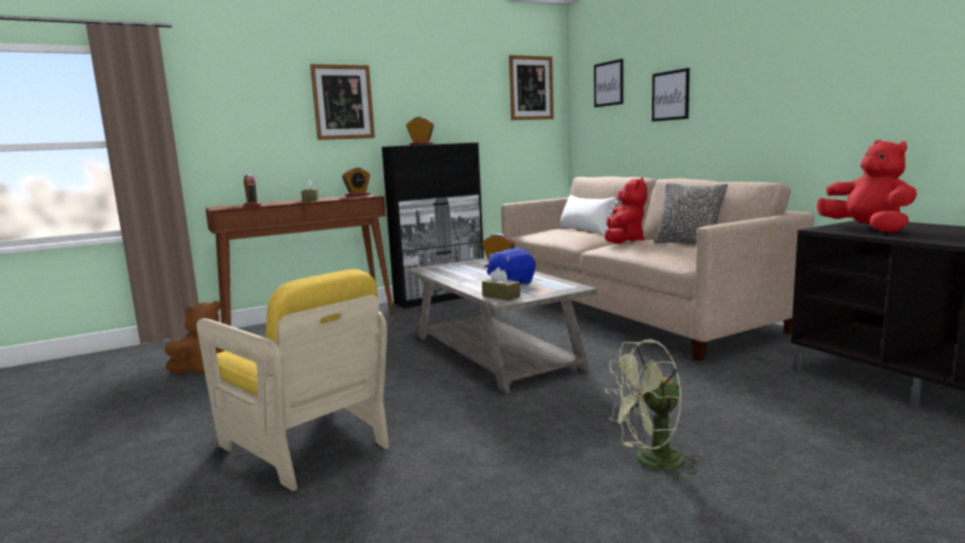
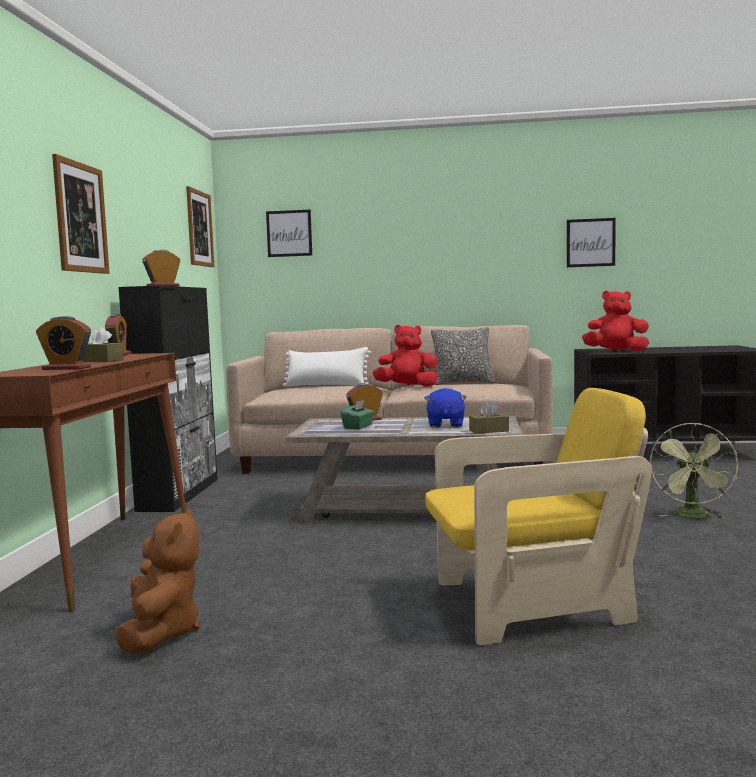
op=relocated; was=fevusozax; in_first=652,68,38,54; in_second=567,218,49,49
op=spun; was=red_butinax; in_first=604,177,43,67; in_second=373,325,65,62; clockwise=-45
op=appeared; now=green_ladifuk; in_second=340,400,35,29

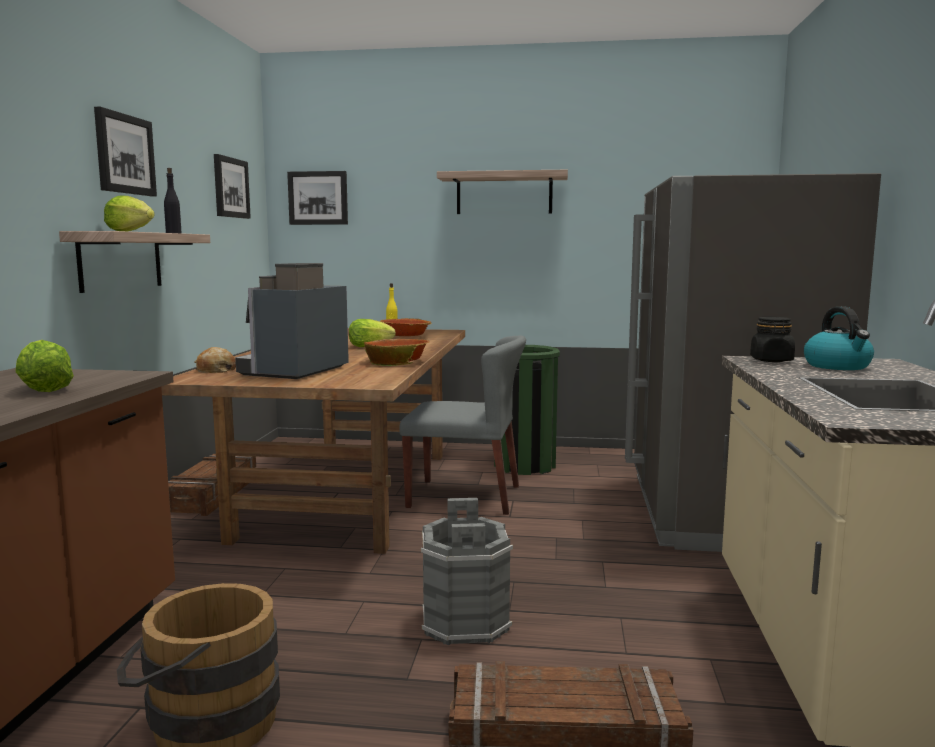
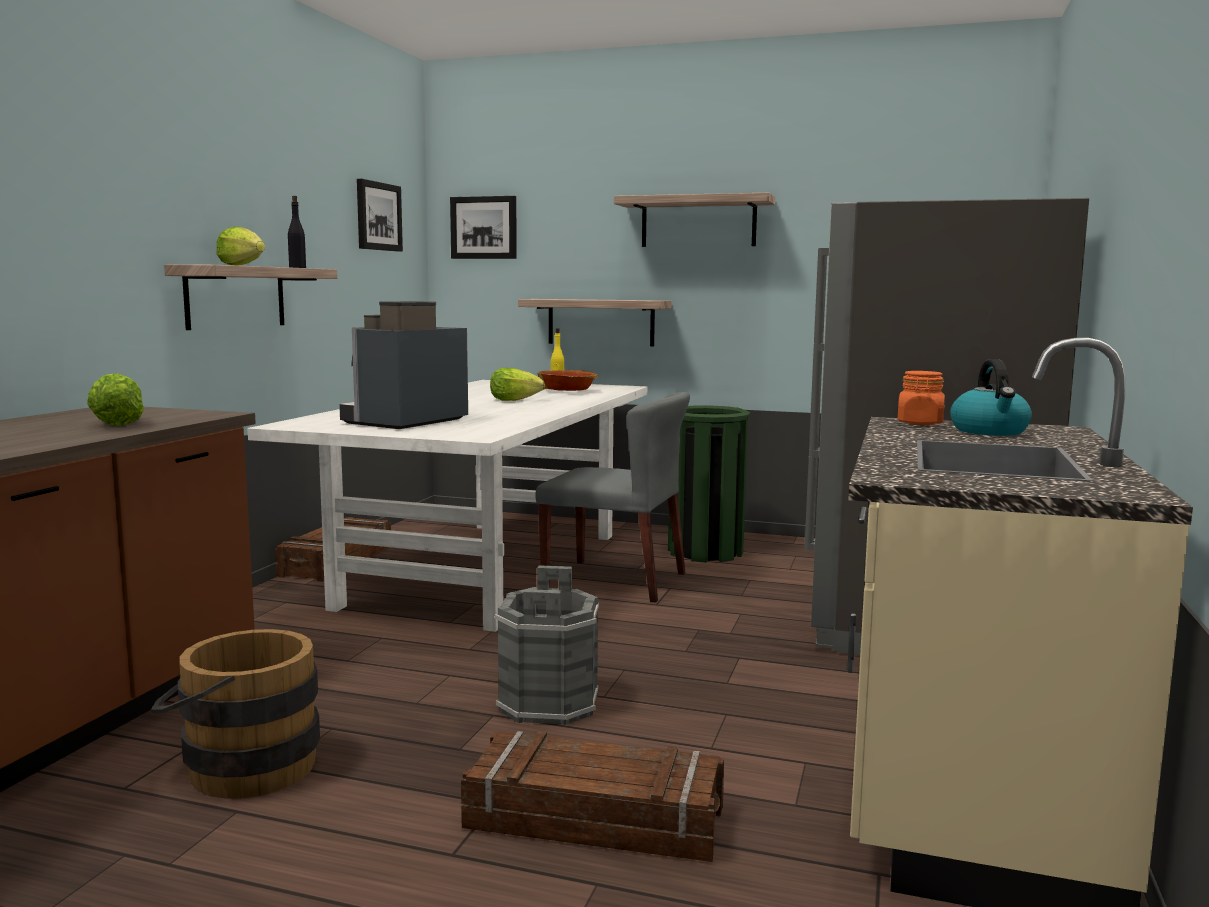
op=missing; was=fevusozax; in_first=94,107,63,89
op=colour; was=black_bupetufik; now=orange_bupetufik; in_first=750,317,45,45; in_second=898,371,47,54
op=colour; was=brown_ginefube; now=white_ginefube; in_first=161,328,304,226; in_second=247,380,401,252
op=missing; was=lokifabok; in_first=364,339,66,27
op=missing; was=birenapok; in_first=194,347,42,26
op=appeared; now=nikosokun; in_second=518,299,154,47

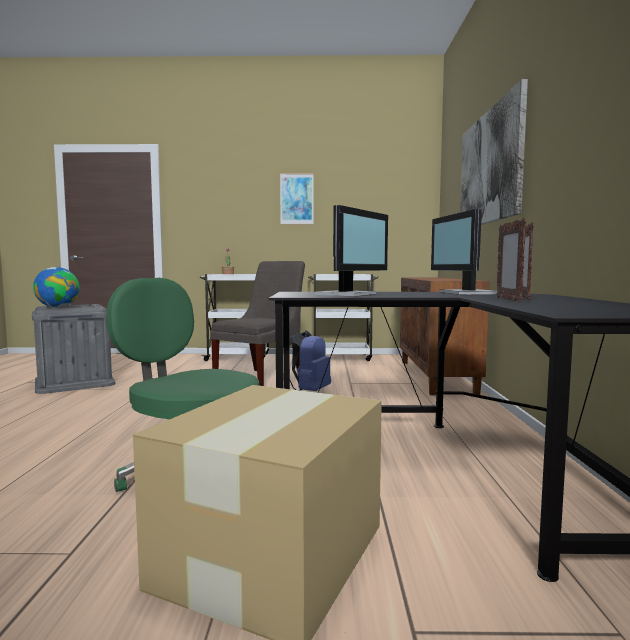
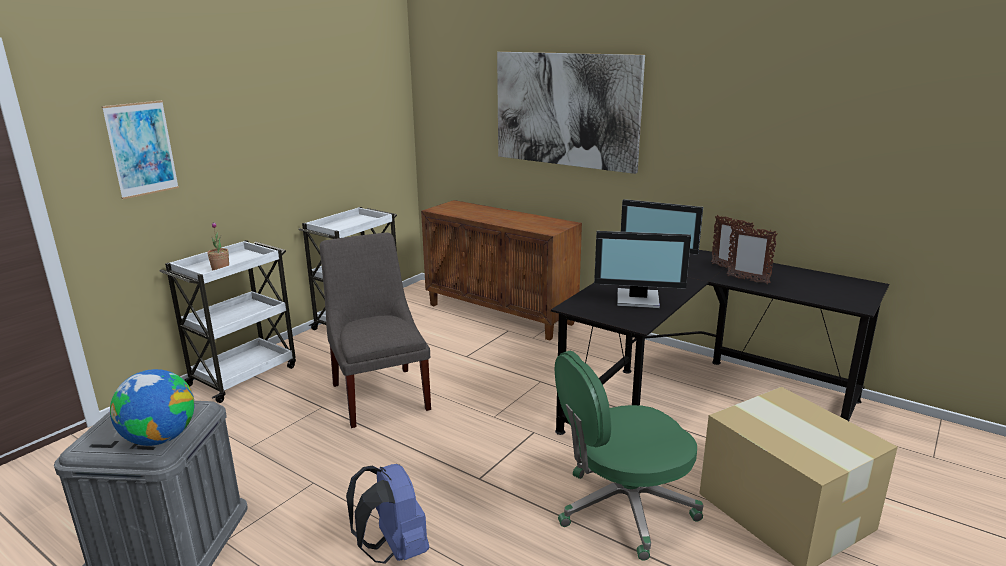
op=relocated; was=fevusozax; in_first=280,173,34,52; in_second=102,100,77,99
op=spun; was=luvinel; in_first=315,205,73,91; in_second=594,231,97,77; clockwise=120
op=relocated; was=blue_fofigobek; in_first=289,330,42,61; in_second=346,464,83,100

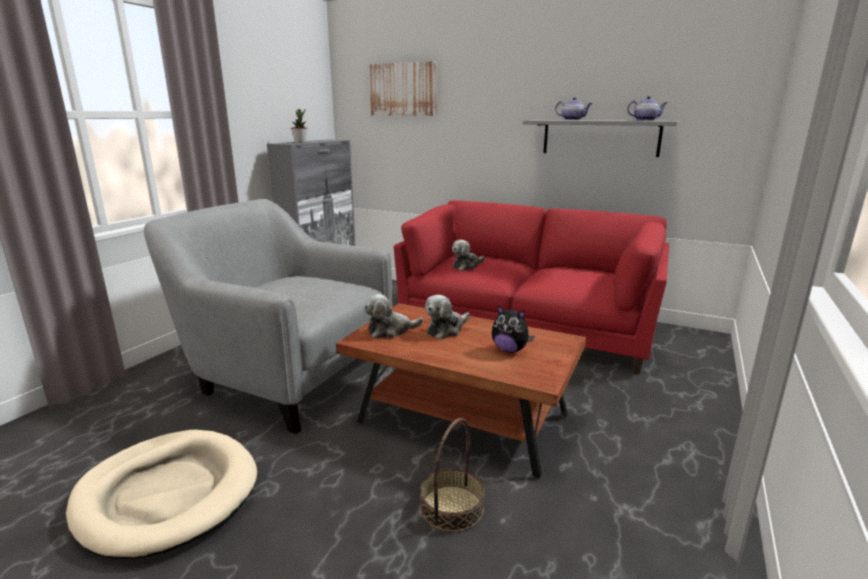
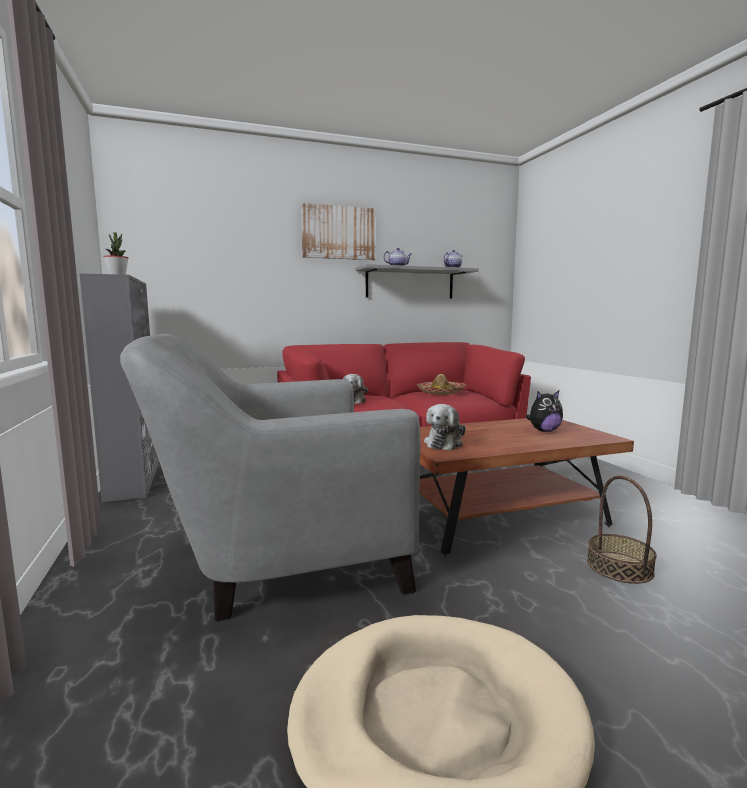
op=relocated; was=fevusozax; in_first=369,61,67,55; in_second=301,203,75,57
op=missing; was=butinax; in_first=425,295,45,44
op=appeared; now=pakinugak; in_second=416,374,50,21

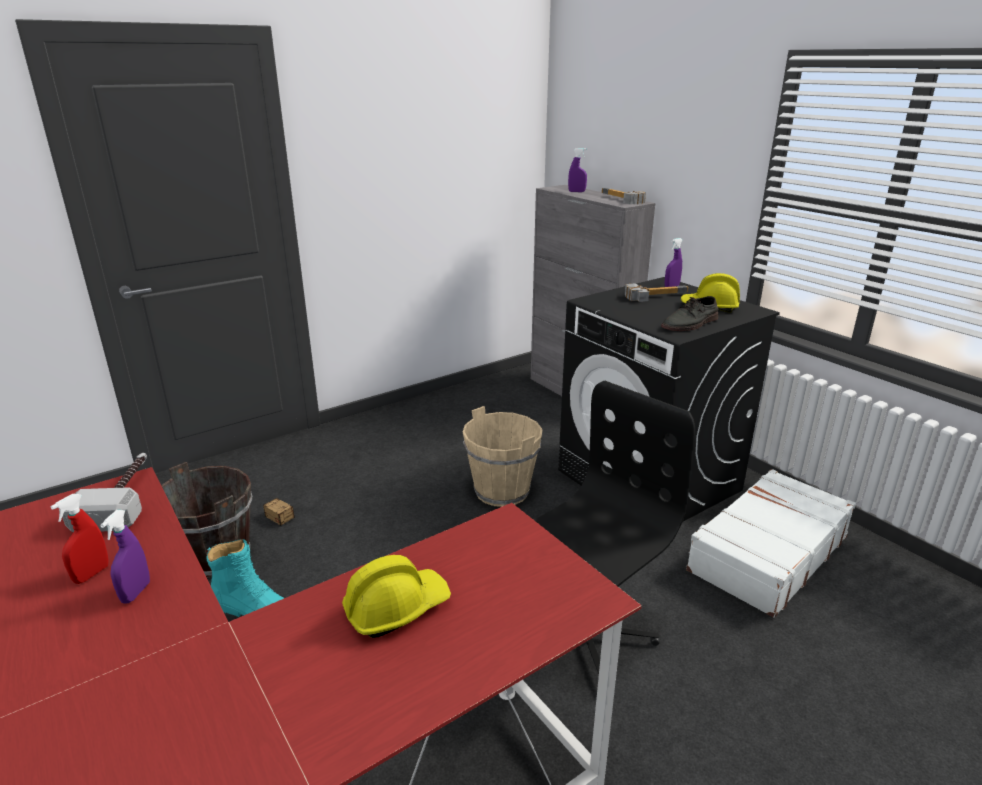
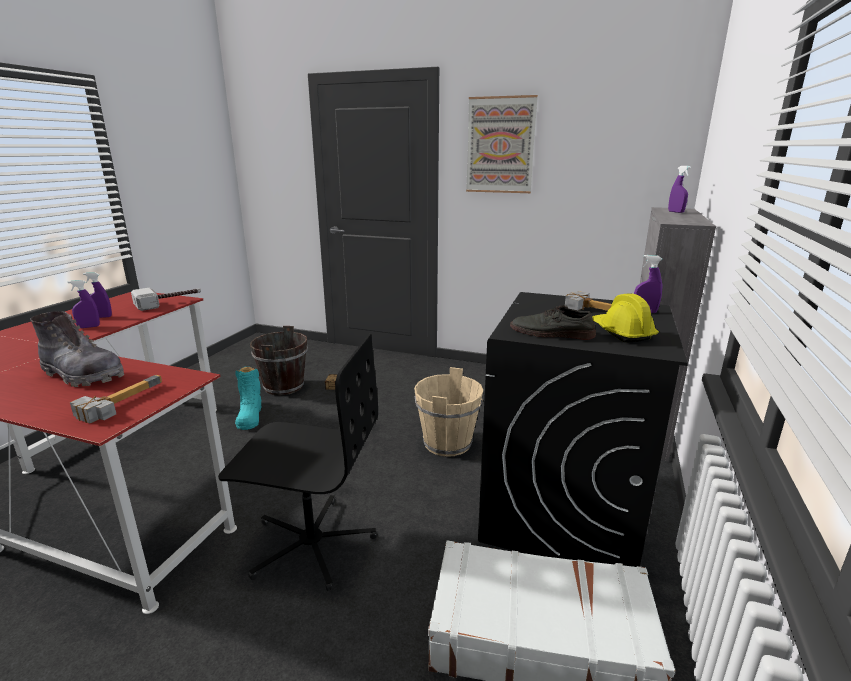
op=relocated; was=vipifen; in_first=602,188,44,16; in_second=70,375,92,49
op=colour; was=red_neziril; now=purple_neziril; in_first=51,494,58,90; in_second=83,272,29,46
op=exchanged; was=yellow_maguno; now=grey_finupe; in_first=342,555,109,83; in_second=30,311,94,76
op=appeared; now=fevusozax; in_second=466,95,72,98

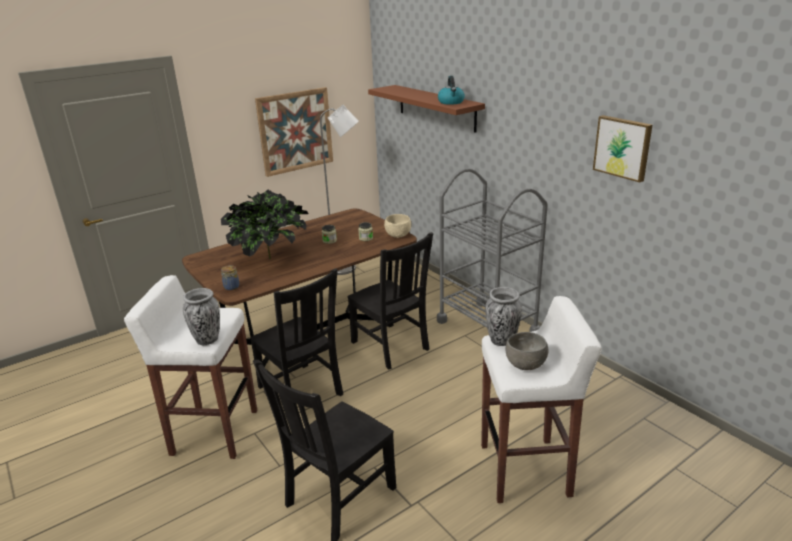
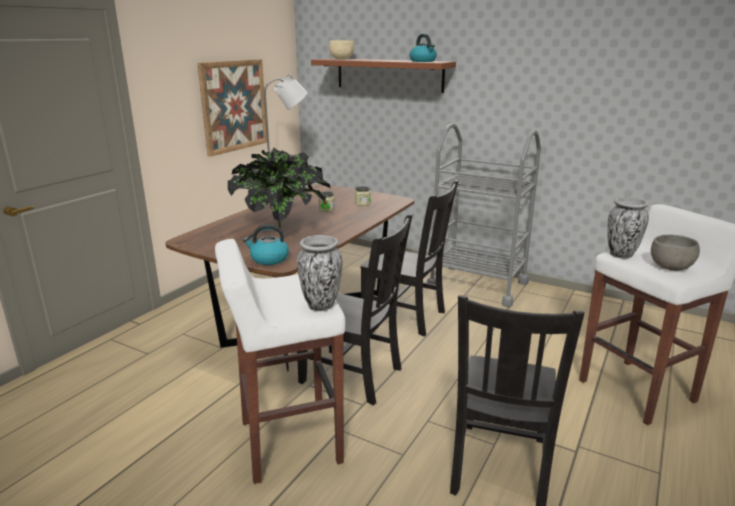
op=missing; was=fevusozax; in_first=593,115,59,67
op=relocated; was=beige_lokifabok; in_first=384,214,27,24; in_second=329,40,25,20
op=exchanged; was=bupetufik; now=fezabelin; in_first=221,265,18,25; in_second=243,224,46,41

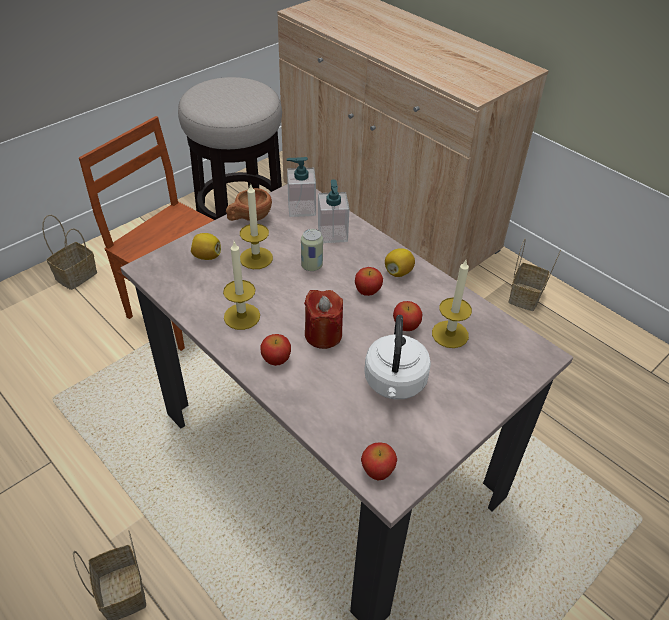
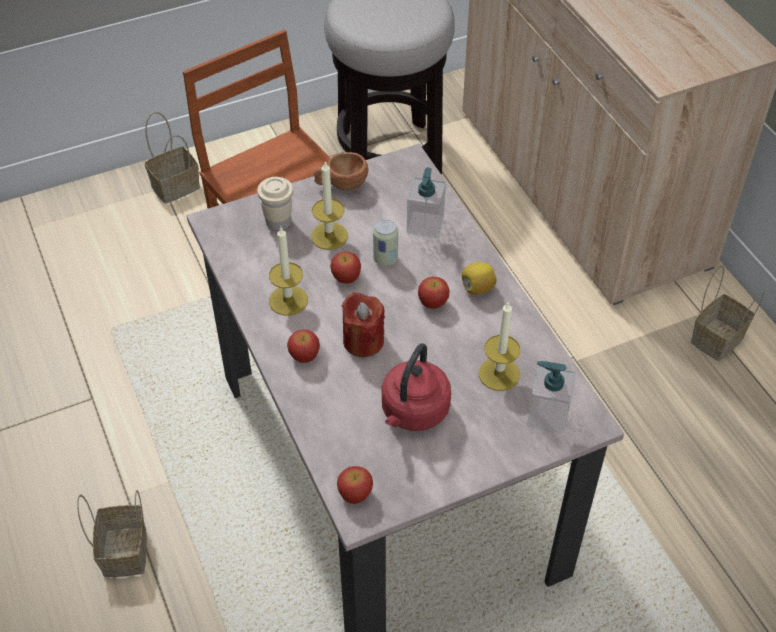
op=relocated; was=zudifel; in_first=287,157,29,60; in_second=527,361,48,72
op=exchanged; was=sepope; now=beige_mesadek; in_first=191,233,30,27; in_second=257,177,36,54
op=relocated; was=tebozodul; in_first=393,301,29,30; in_second=330,251,31,33
op=colour; was=white_fezabelin; now=red_fezabelin; in_first=364,315,67,84; in_second=382,343,69,88

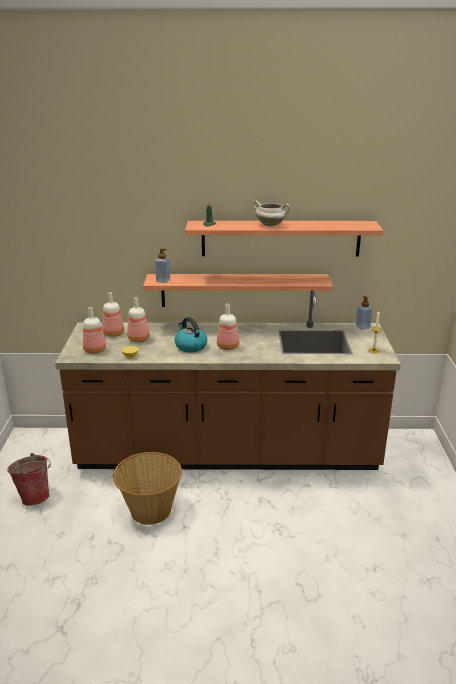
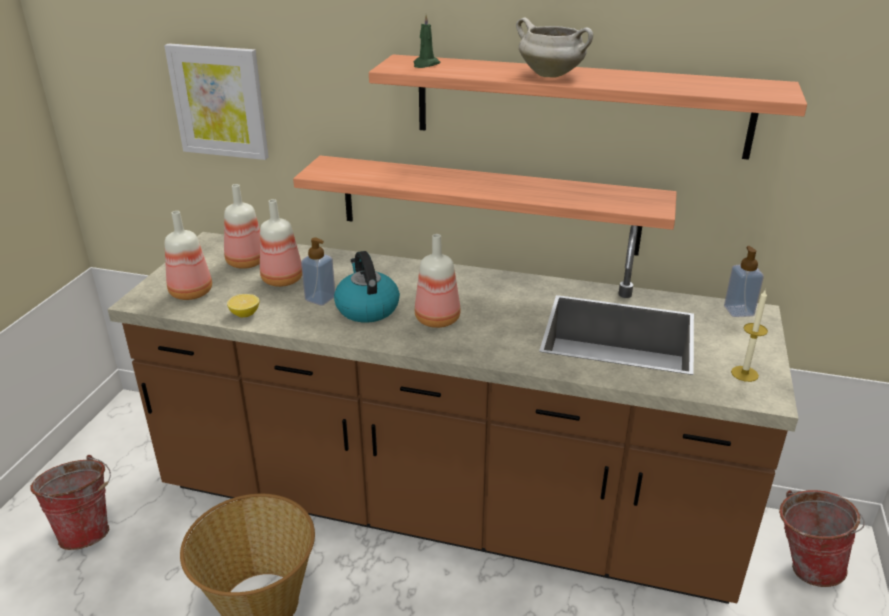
op=relocated; was=zudifel; in_first=155,248,15,35; in_second=301,238,34,68
op=appeared; now=fevusozax; in_second=164,43,105,117
op=appeared; now=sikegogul; in_second=779,490,86,97

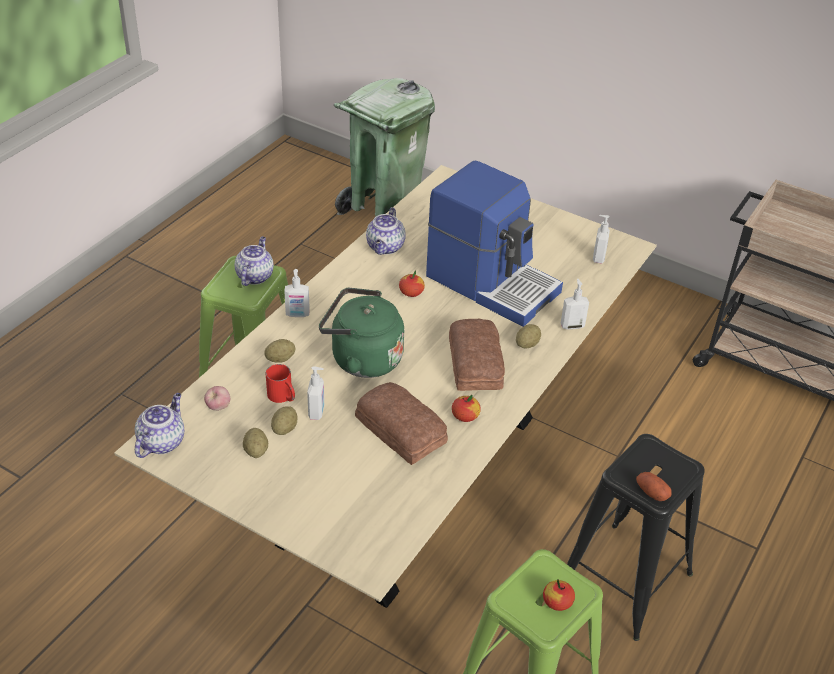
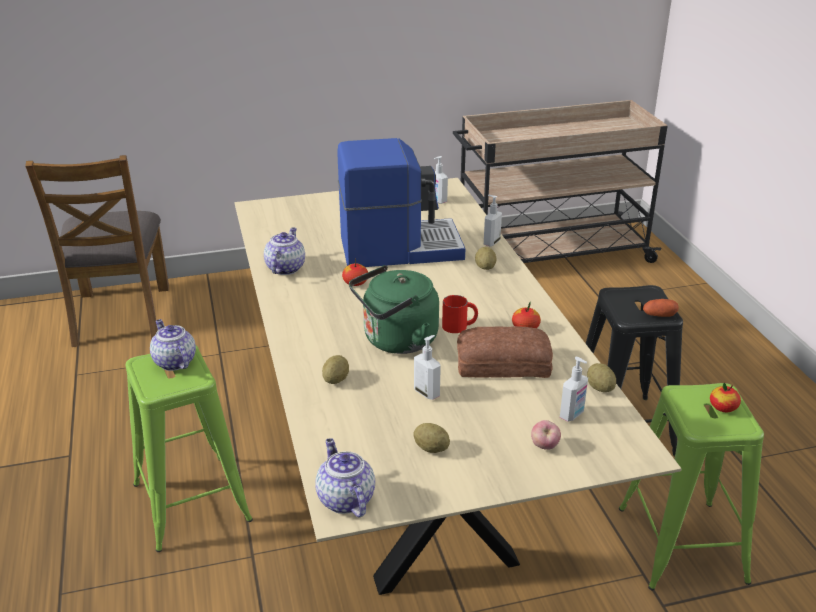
op=exchanged; was=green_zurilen; now=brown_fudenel; in_first=334,78,101,139; in_second=25,155,144,192
op=spun; was=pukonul; in_first=366,207,40,48; in_second=264,227,41,48; clockwise=-135
op=relocated; was=zudifel; in_first=284,269,26,48; in_second=560,357,28,64
op=missing; was=birenapok; in_first=449,319,56,72
op=relocated; was=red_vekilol; in_first=266,364,29,39; in_second=442,295,36,38
op=relocated; was=tebozodul; in_first=204,386,26,25; in_second=531,420,30,30
op=relocated; was=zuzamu; in_first=271,406,27,29; in_second=587,363,29,29

